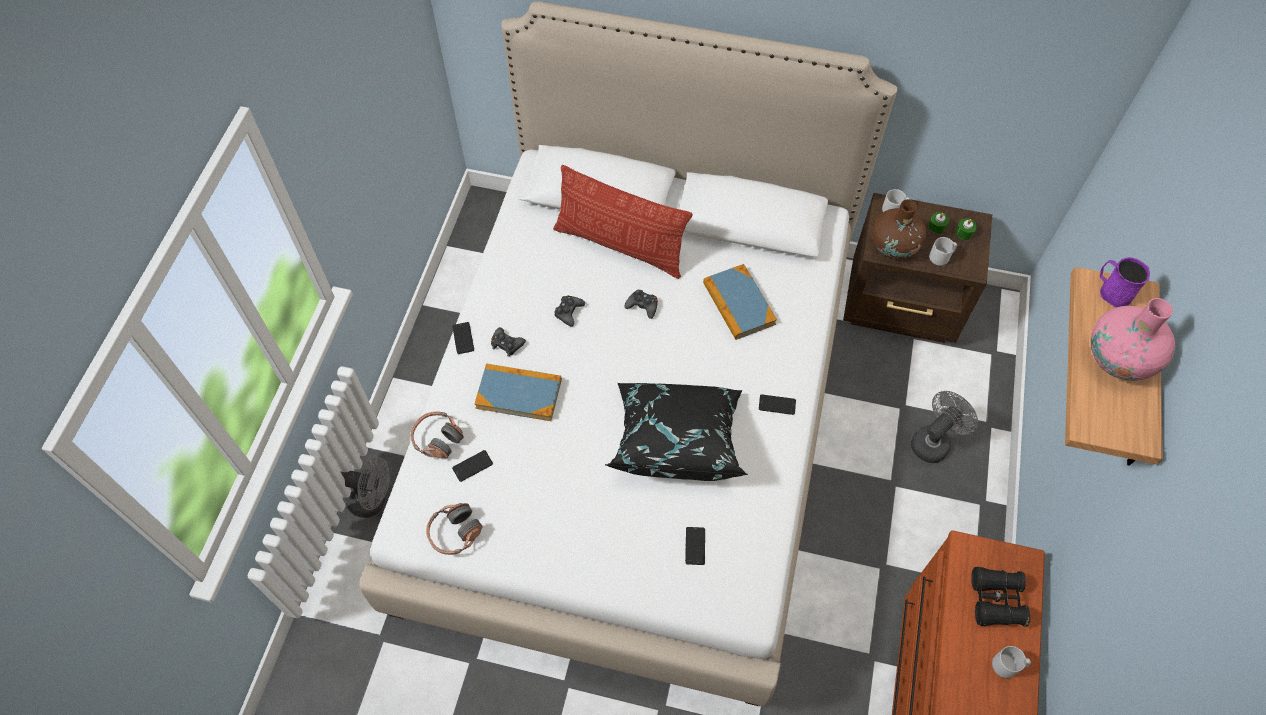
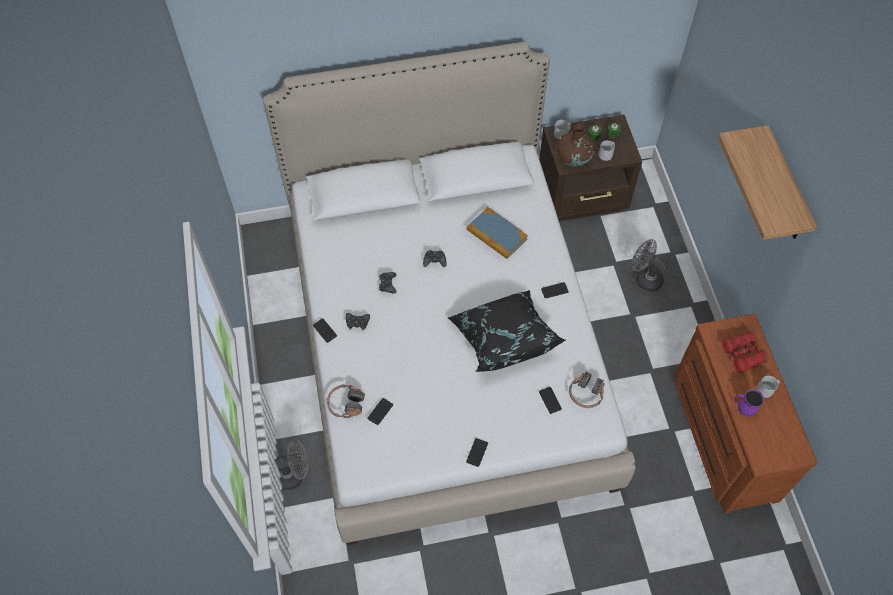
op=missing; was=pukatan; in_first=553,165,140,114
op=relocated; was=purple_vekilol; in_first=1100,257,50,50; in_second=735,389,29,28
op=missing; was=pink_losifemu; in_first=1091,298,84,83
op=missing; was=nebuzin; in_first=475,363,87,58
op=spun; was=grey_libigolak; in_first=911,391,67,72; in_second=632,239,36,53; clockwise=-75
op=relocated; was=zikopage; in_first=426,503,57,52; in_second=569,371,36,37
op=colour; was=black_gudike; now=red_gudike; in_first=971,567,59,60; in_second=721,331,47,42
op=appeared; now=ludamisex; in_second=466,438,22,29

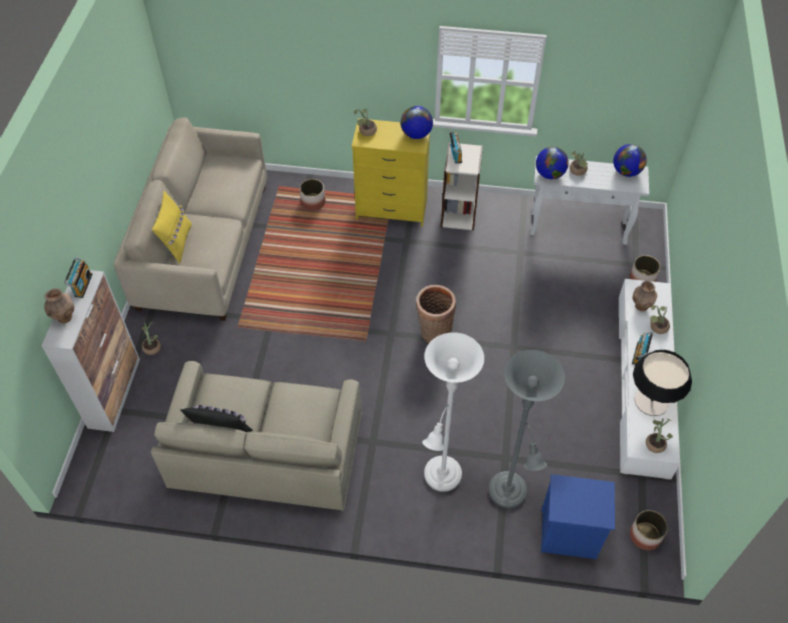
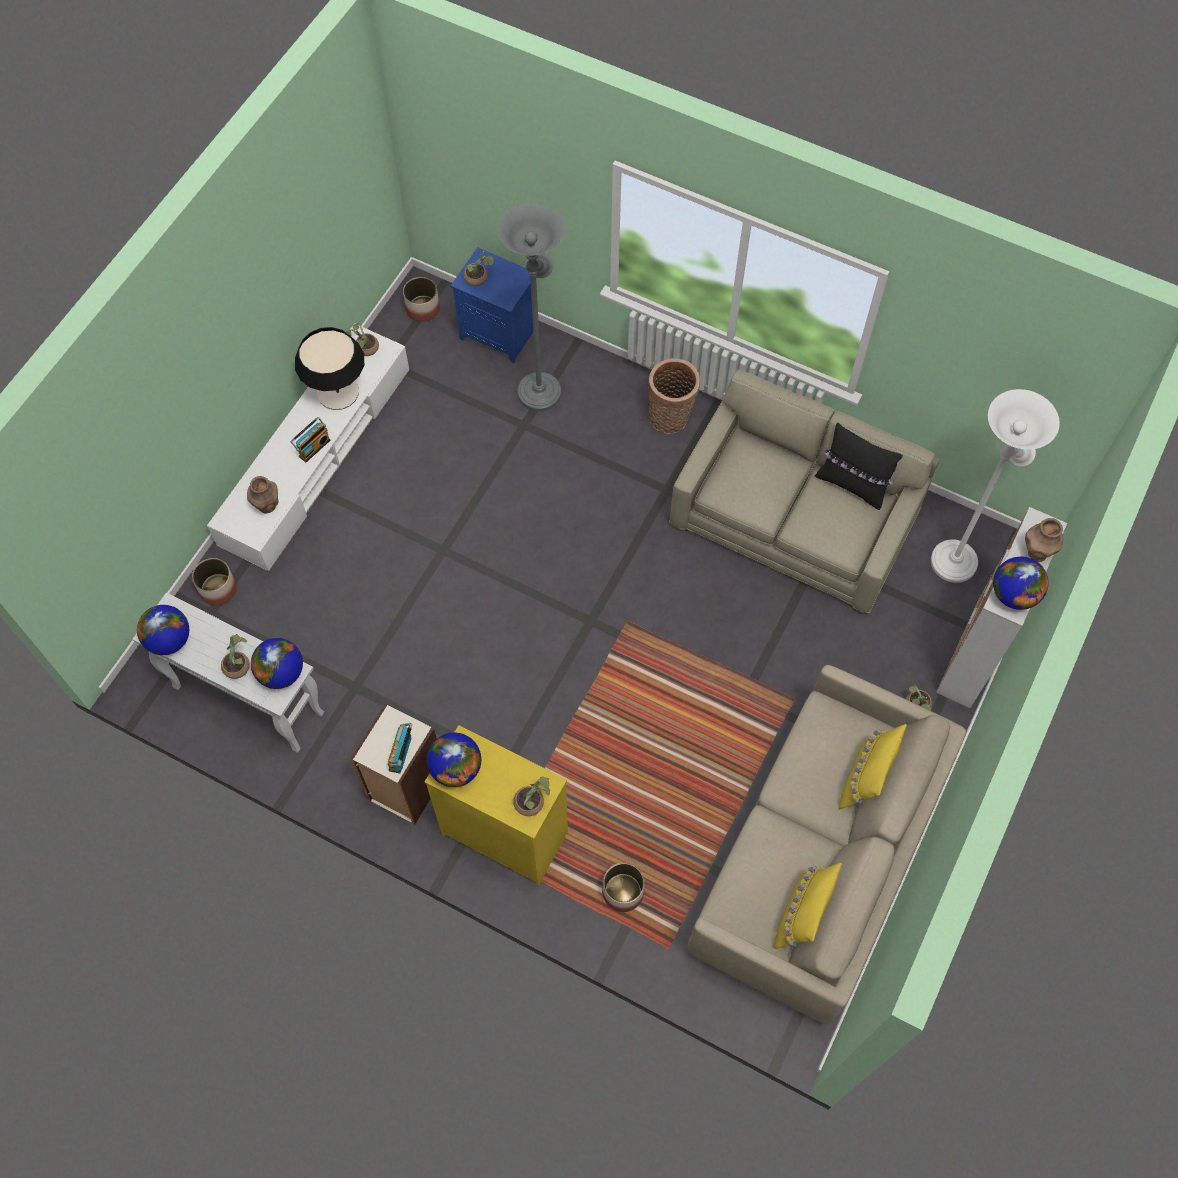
op=exchanged; was=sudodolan; now=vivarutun; in_first=64,257,29,41; in_second=993,557,55,53
op=relocated; was=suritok; in_first=416,285,40,58; in_second=648,358,52,76
op=relocated; was=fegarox; in_first=650,305,20,29; in_second=463,251,32,35
op=relocated; was=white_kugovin; in_first=422,332,62,160; in_second=931,389,129,194
op=appeared; now=yellow_pukatan; in_second=774,863,68,86

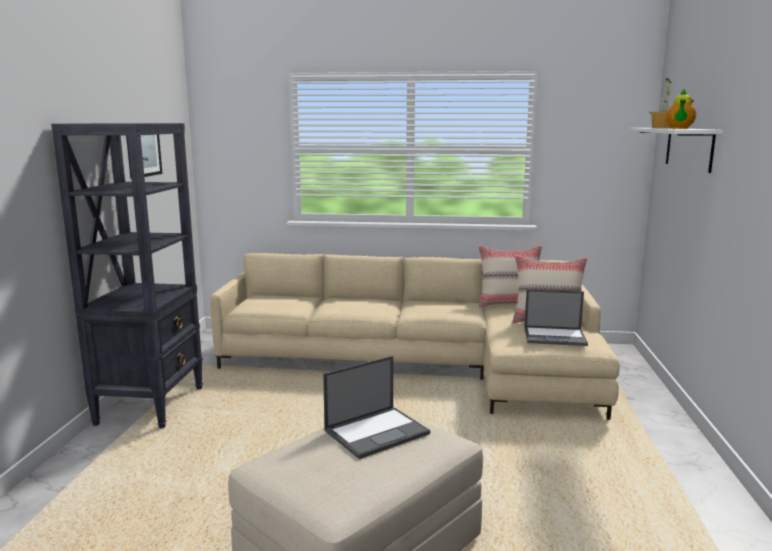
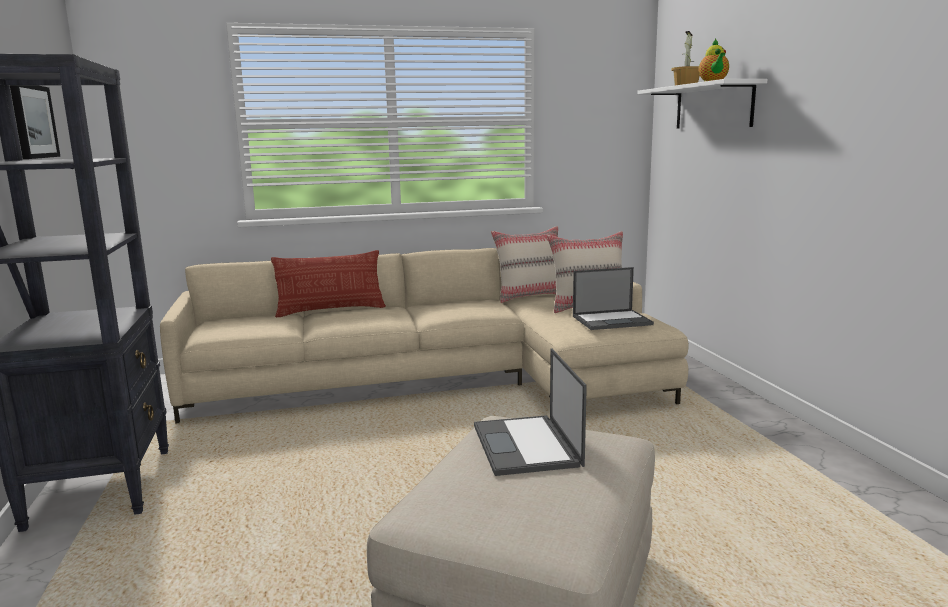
op=spun; was=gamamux; in_first=323,356,107,103; in_second=474,348,113,128; clockwise=135
op=appeared; now=pukatan; in_second=271,250,115,67

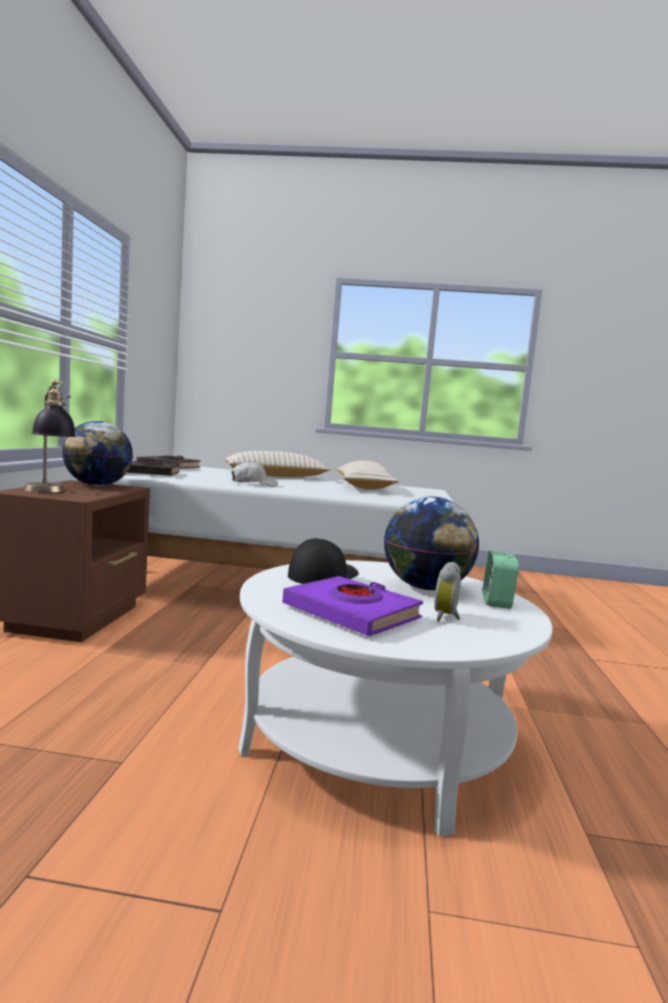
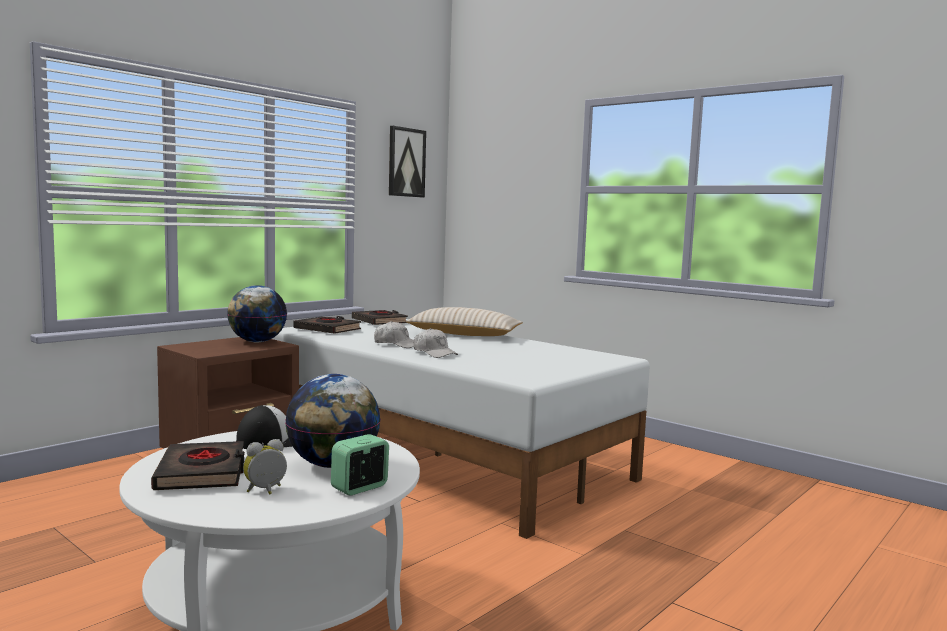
op=missing; was=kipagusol; in_first=24,379,52,113
op=missing; was=beige_pukatan; in_first=337,461,62,29
op=colour; was=purple_nebuzin; now=black_nebuzin; in_first=282,576,141,60; in_second=151,441,94,49
op=appeared; now=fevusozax; in_second=389,126,37,71
op=appeared; now=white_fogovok; in_second=413,328,45,30

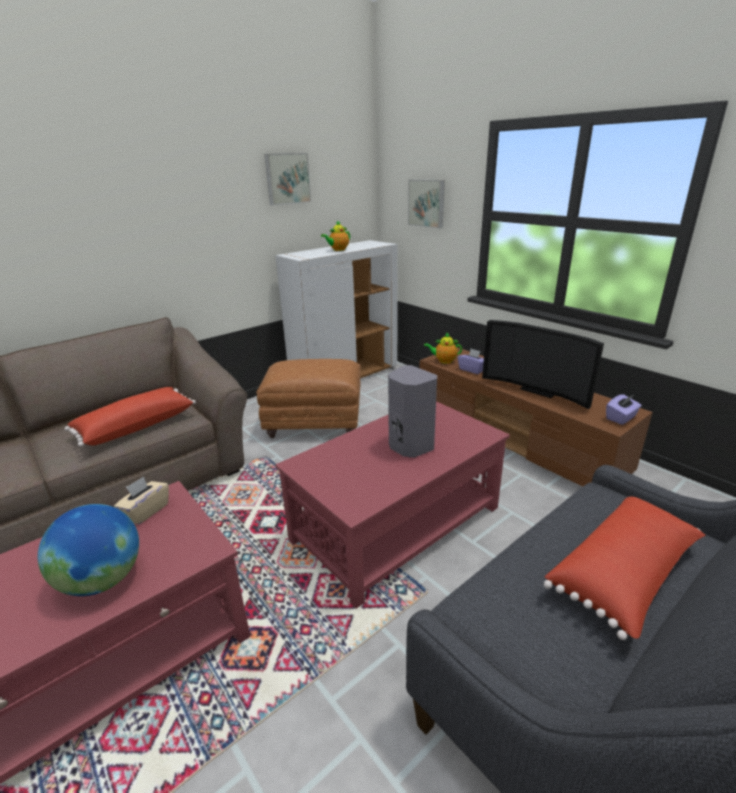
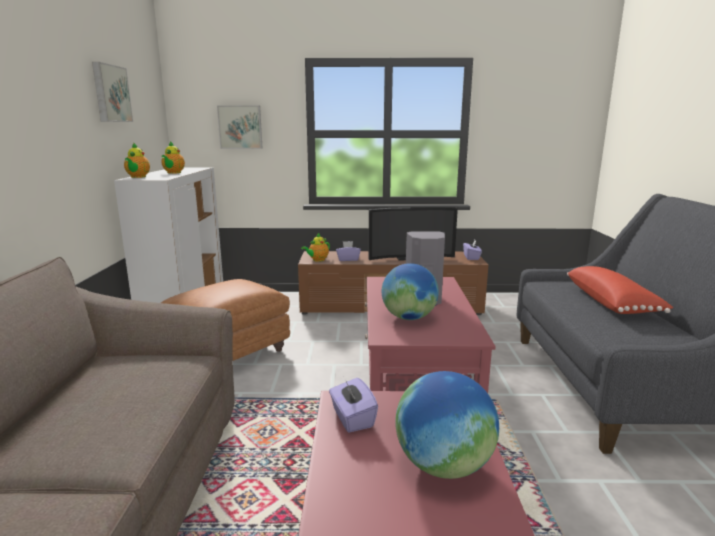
op=missing; was=red_pukatan; in_first=65,387,131,60
op=colour; was=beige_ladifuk; now=purple_ladifuk; in_first=114,476,55,49; in_second=329,378,49,54
op=appeared; now=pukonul; in_second=124,143,26,35
op=appeared; now=vivarutun; in_second=382,263,57,57

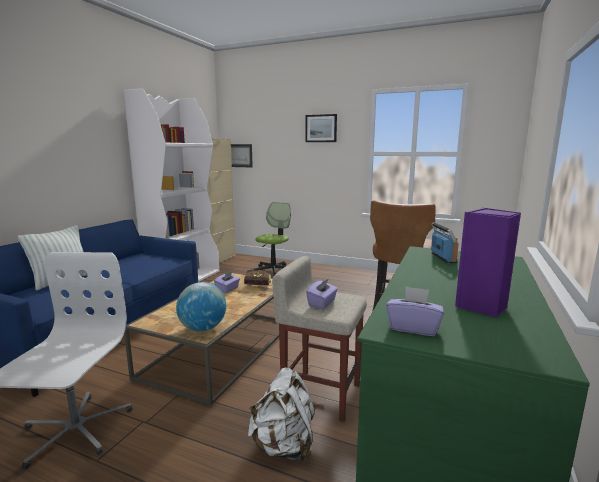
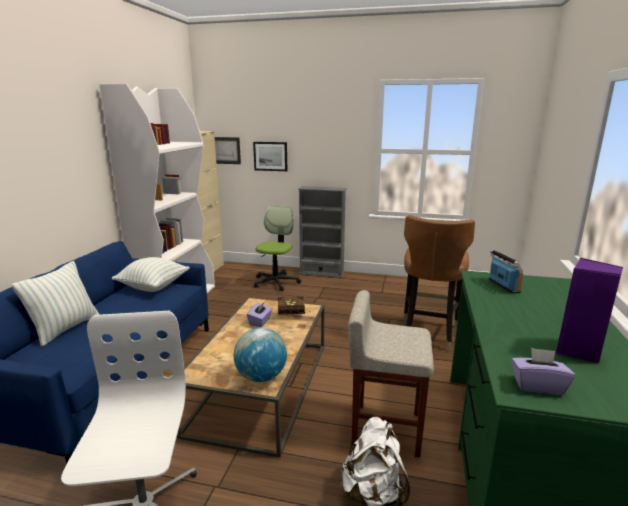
op=relocated; was=fevusozax; in_first=306,114,31,28; in_second=253,142,34,29
op=missing; was=purple_ladifuk; in_first=306,278,32,31
op=appeared; now=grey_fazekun; in_second=298,186,48,92
op=appeared; now=pukatan; in_second=112,257,78,35

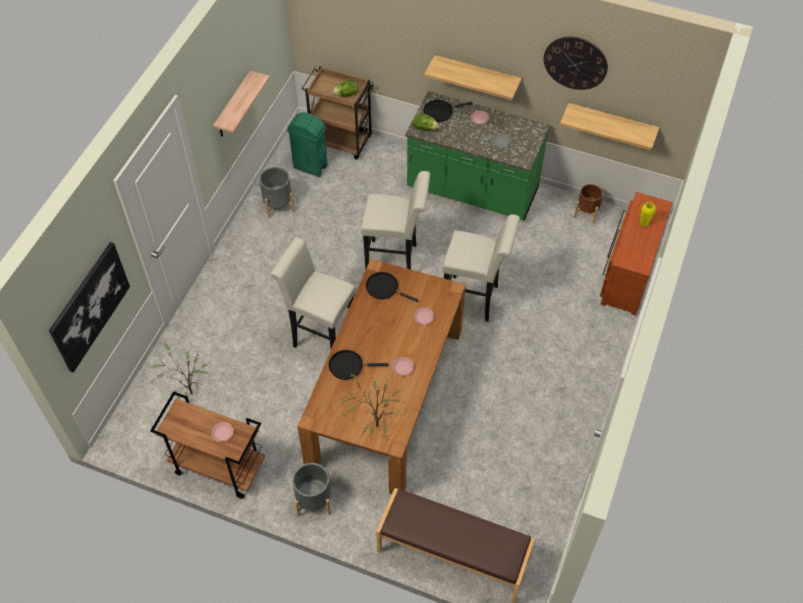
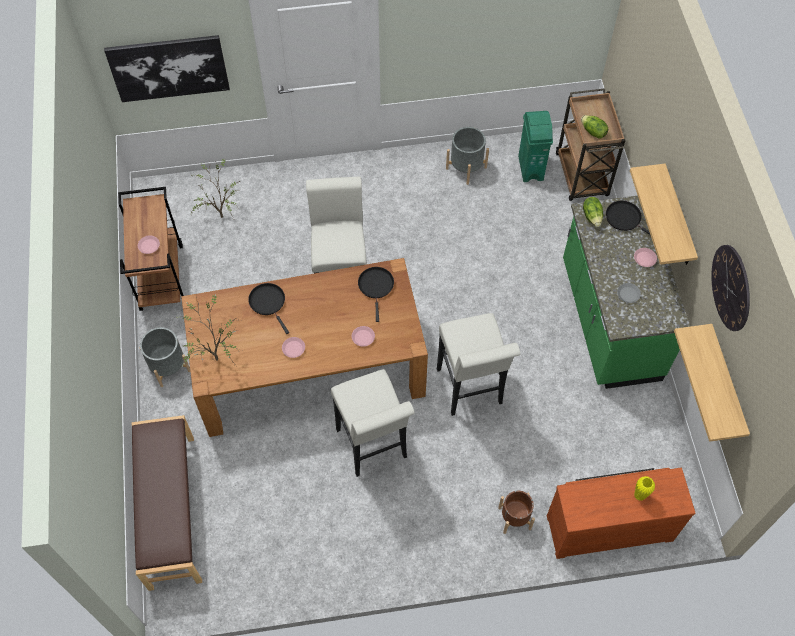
op=missing; was=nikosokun; in_first=213,71,57,66
op=relocated; was=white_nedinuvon; in_first=361,171,69,99; in_second=331,369,84,108
op=relocated; was=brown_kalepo; in_first=574,184,30,40; in_second=498,491,37,43

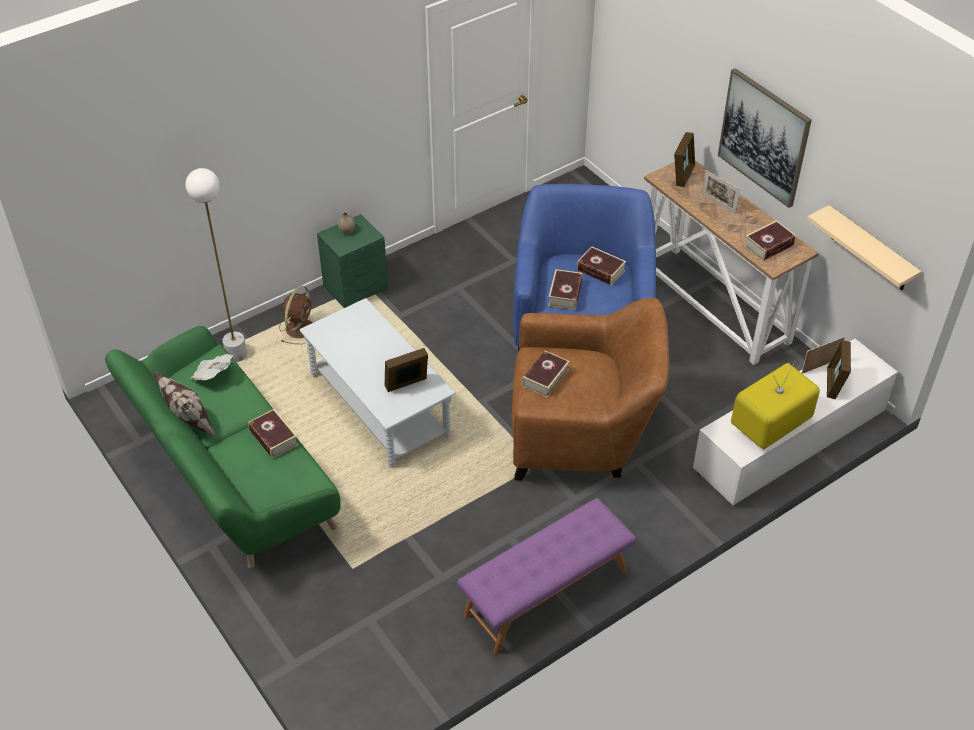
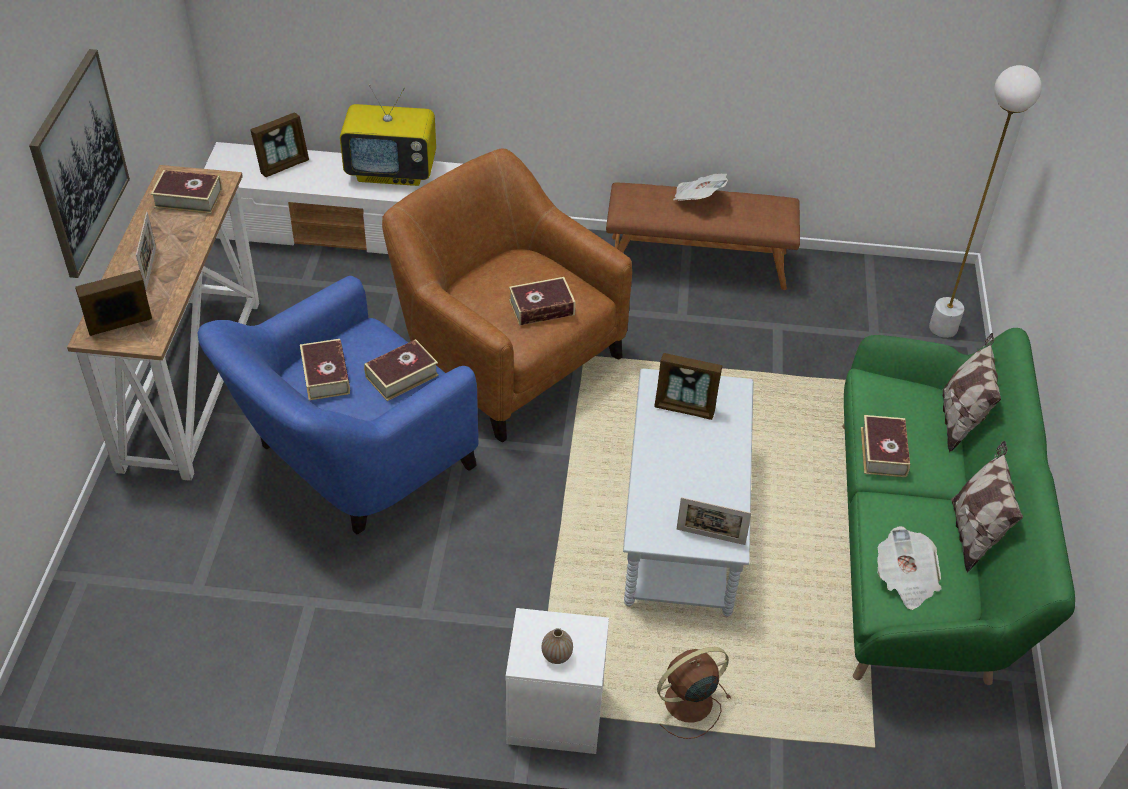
op=relocated; was=white_kugovin; in_first=186,168,61,194; in_second=929,65,113,273
op=missing; was=beige_nikosokun; in_first=807,205,114,85
op=colour; was=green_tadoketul; now=white_tadoketul; in_first=317,214,71,94; in_second=506,608,103,146
op=relocated; was=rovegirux; in_first=802,336,43,38; in_second=677,497,75,48
op=colour; was=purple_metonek; now=brown_metonek; in_first=457,498,179,157; in_second=606,182,194,108
op=appeared; now=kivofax; in_second=673,174,55,27
op=appeared; now=pukatan; in_second=943,333,58,120

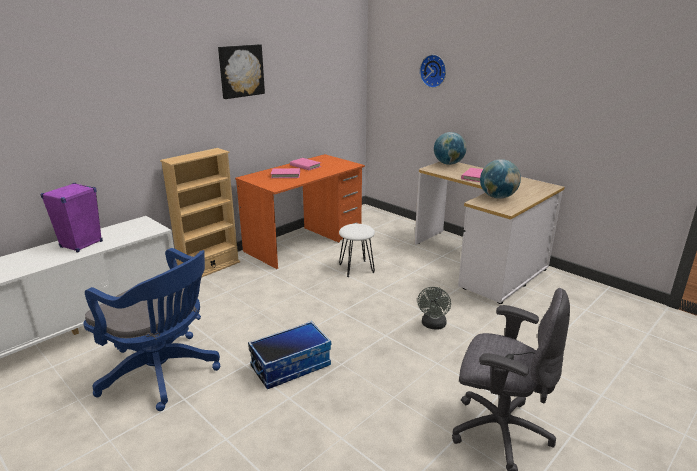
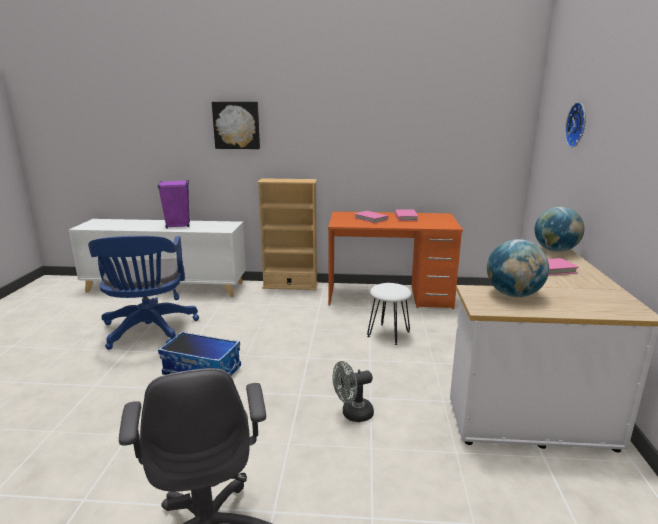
op=relocated; was=fevusozax; in_first=218,44,47,55; in_second=212,102,48,47

